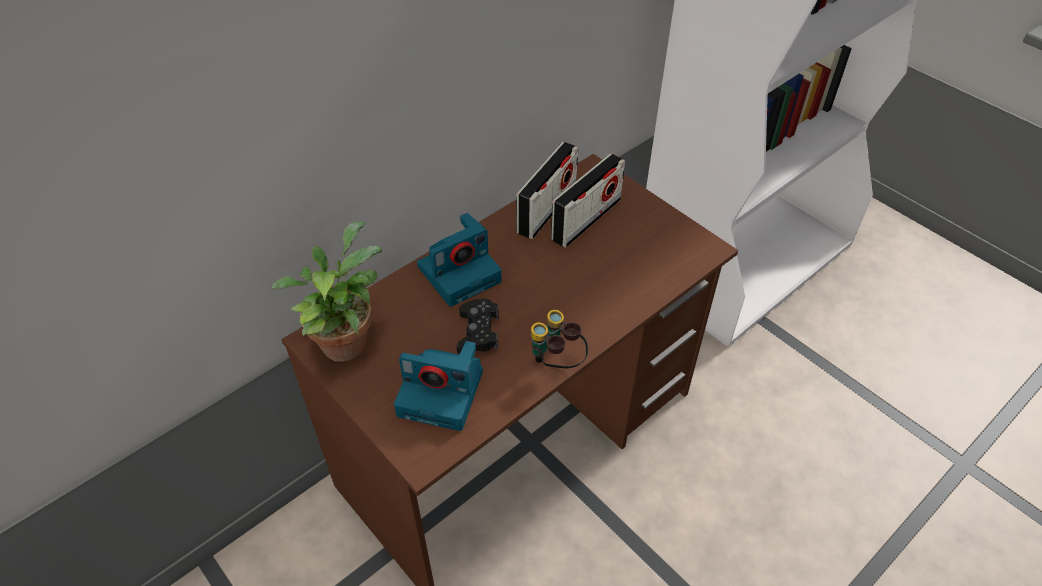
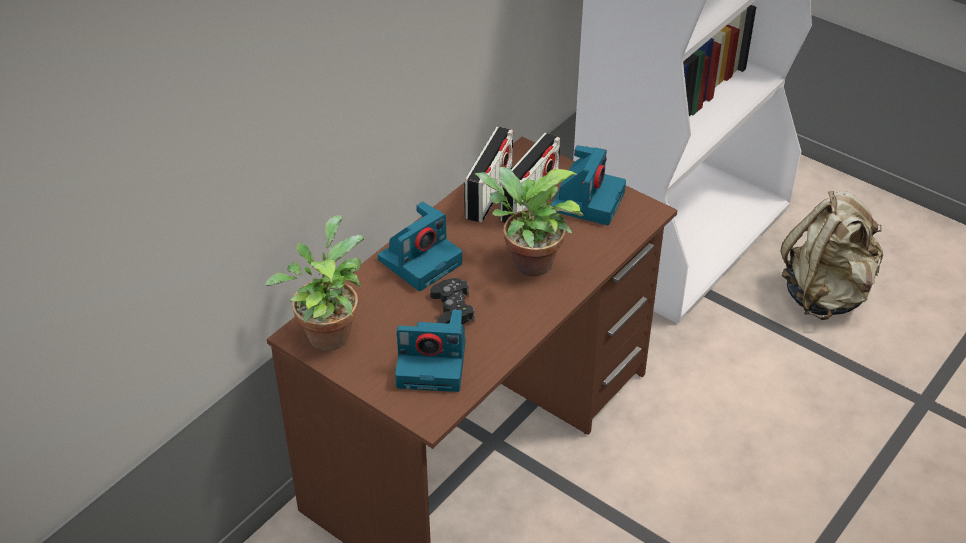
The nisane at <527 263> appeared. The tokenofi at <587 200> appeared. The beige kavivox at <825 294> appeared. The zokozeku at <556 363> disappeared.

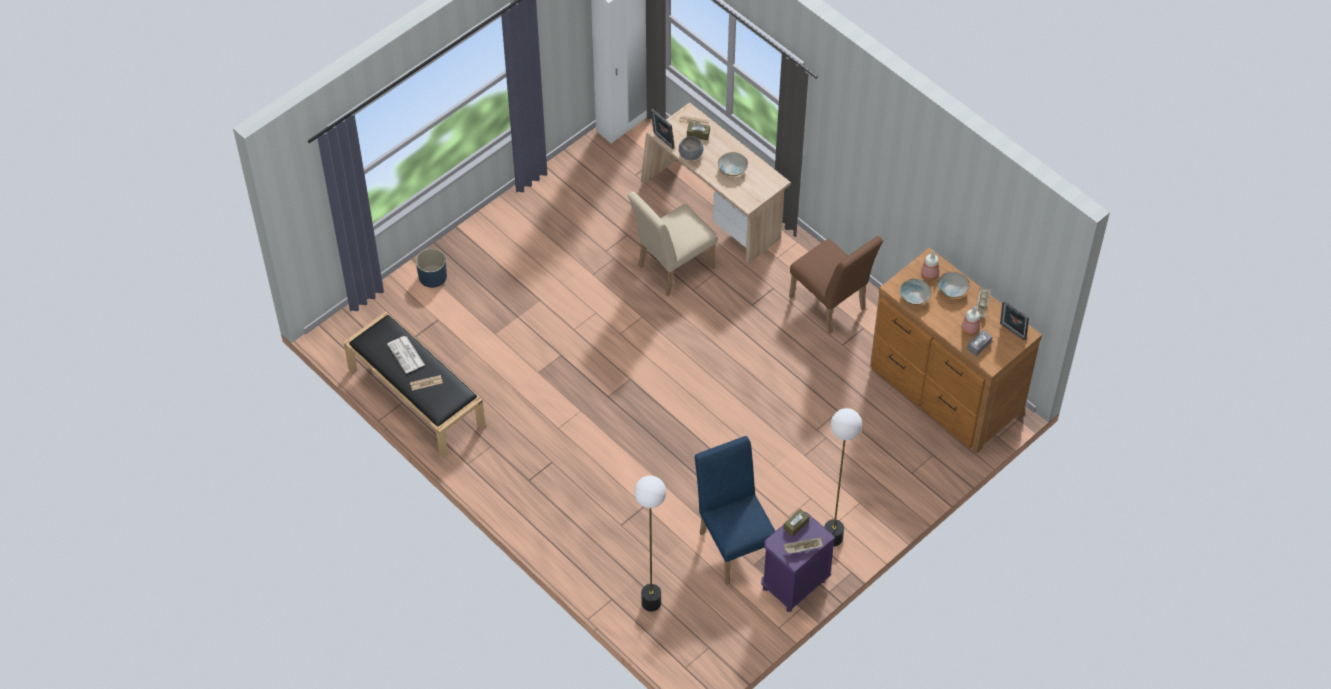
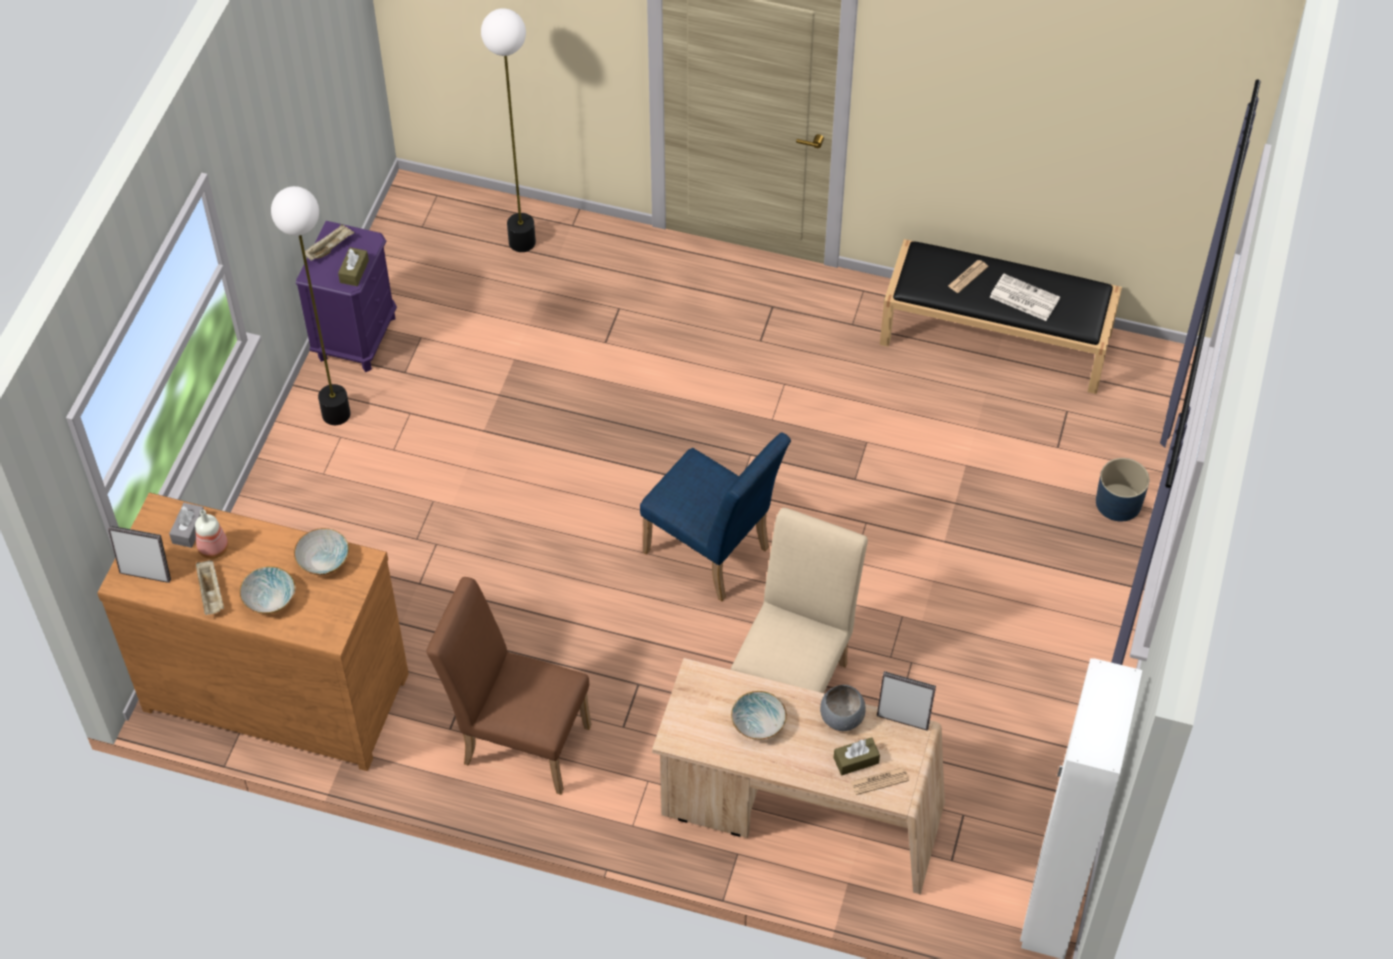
The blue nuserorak moved from <734 543> to <713 555>. The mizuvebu at <930 274> disappeared.

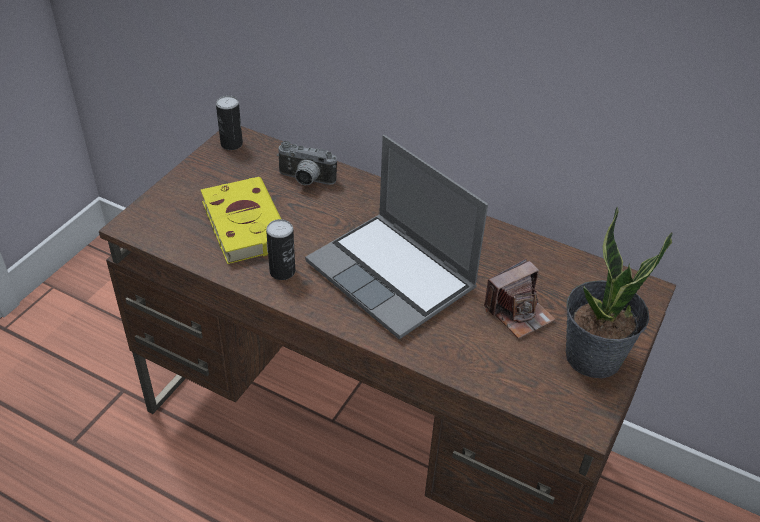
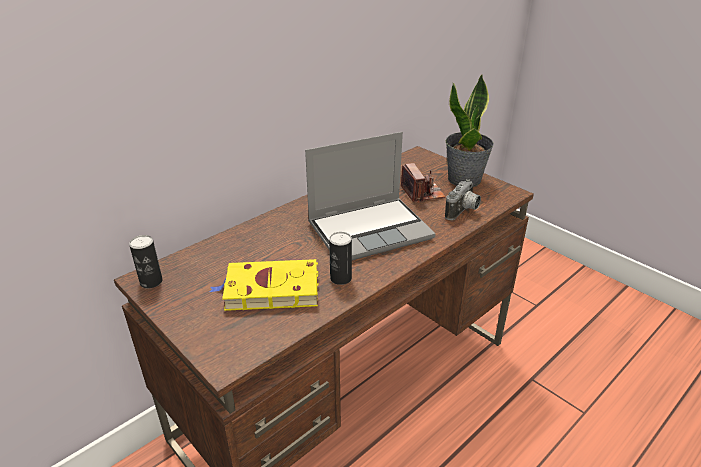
The tokenofi moved from <305 180> to <463 211>.

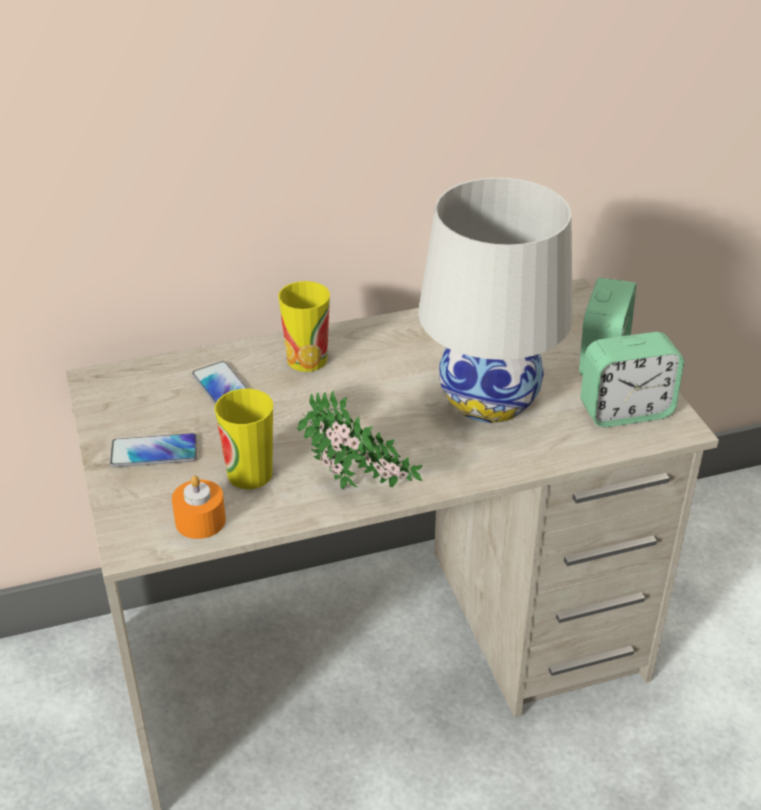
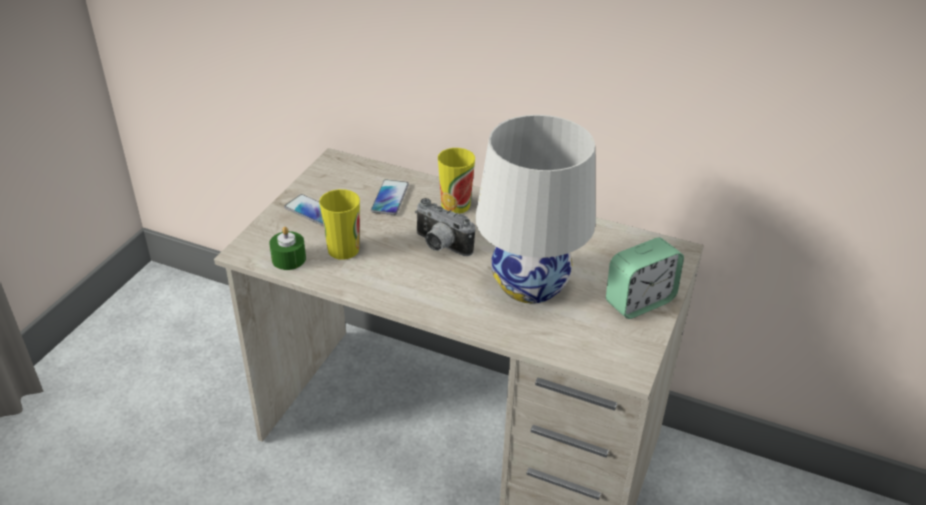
The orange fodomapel at <200 521> became the green fodomapel at <289 259>. The tokenofi at <440 246> appeared. The nisane at <358 489> disappeared. The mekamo at <625 411> disappeared.

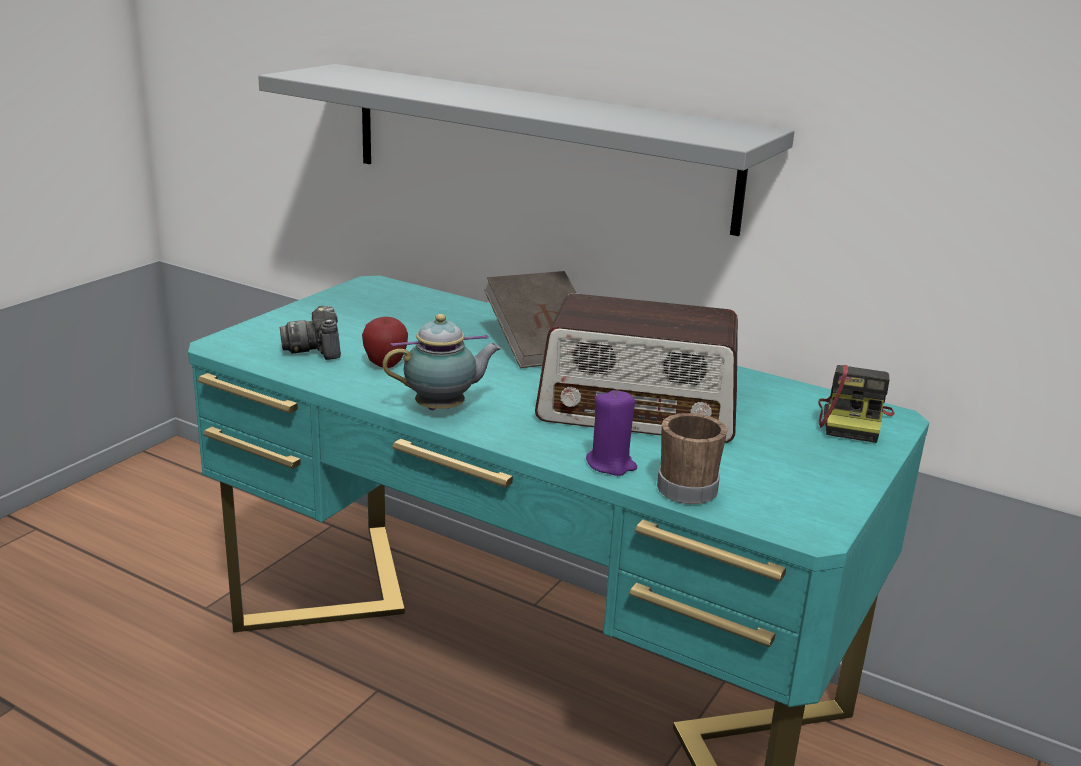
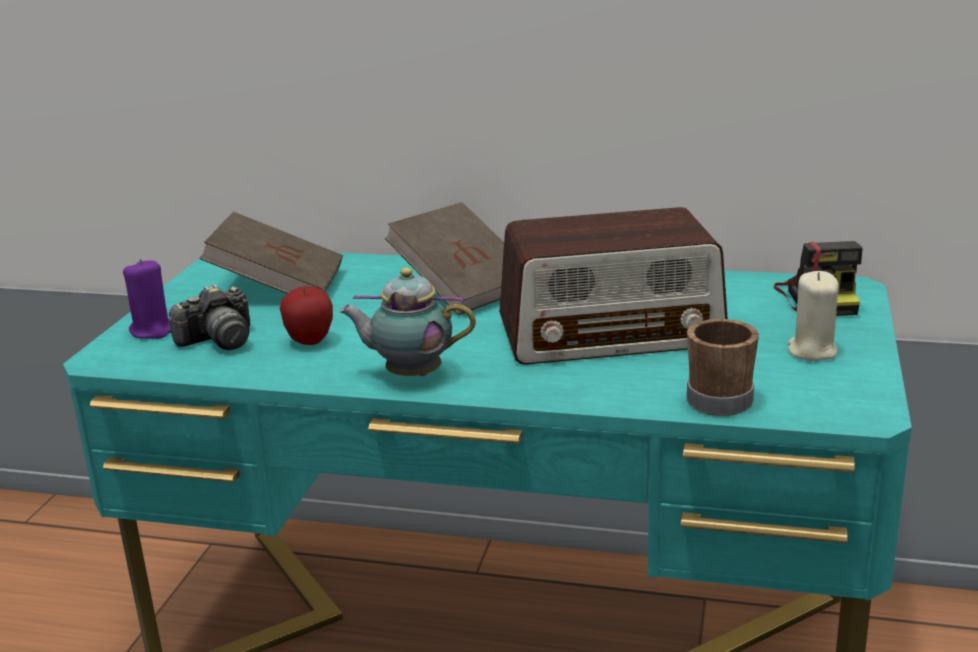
The purple fodomapel moved from <611 464> to <153 331>. The tokenofi at <316 349> turned 90 degrees counterclockwise. The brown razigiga at <278 287> appeared. The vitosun at <443 409> turned 135 degrees counterclockwise. The beige fodomapel at <811 351> appeared. The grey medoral at <537 145> disappeared.

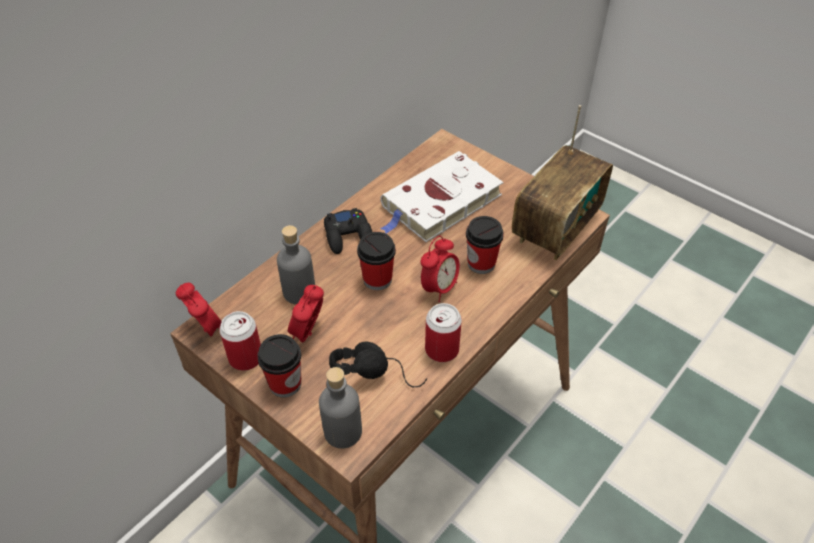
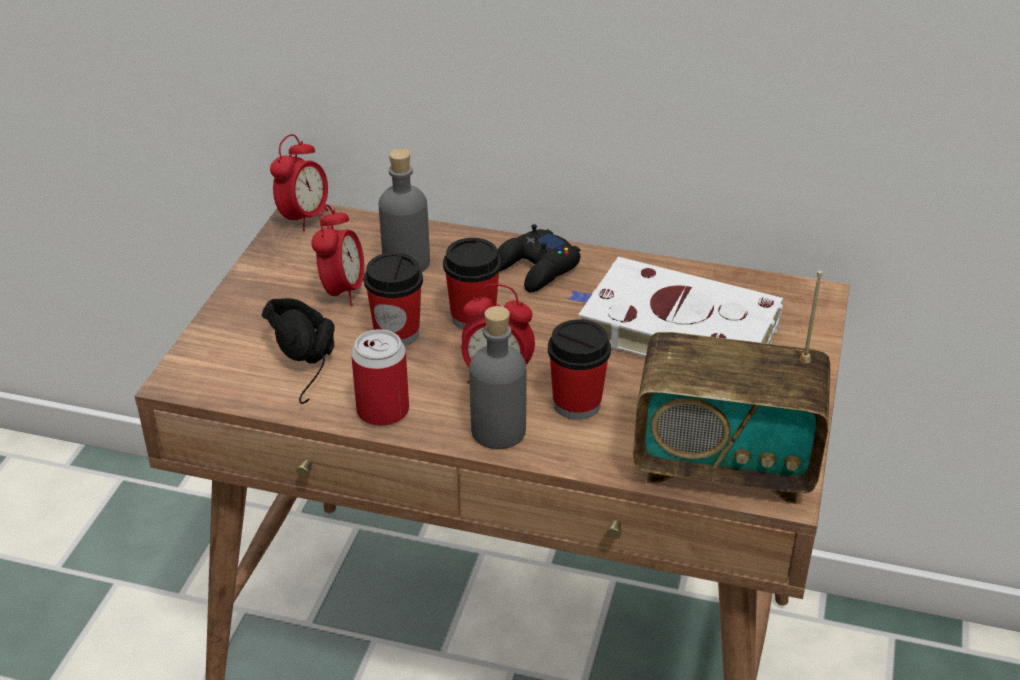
The mekamo at <308 333> turned 105 degrees clockwise. The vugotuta moved from <285 384> to <396 333>. The grey mizuvebu moved from <342 432> to <498 431>. The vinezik at <246 357> disappeared.

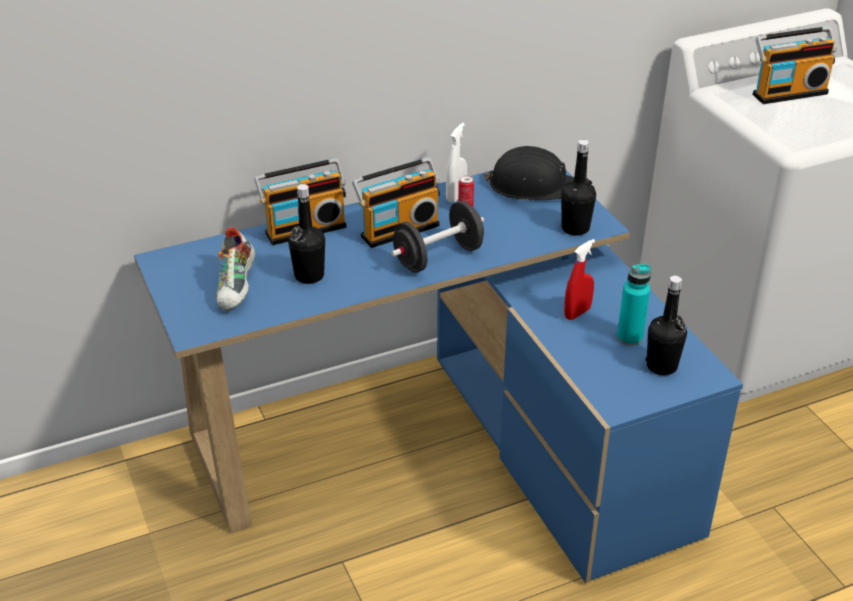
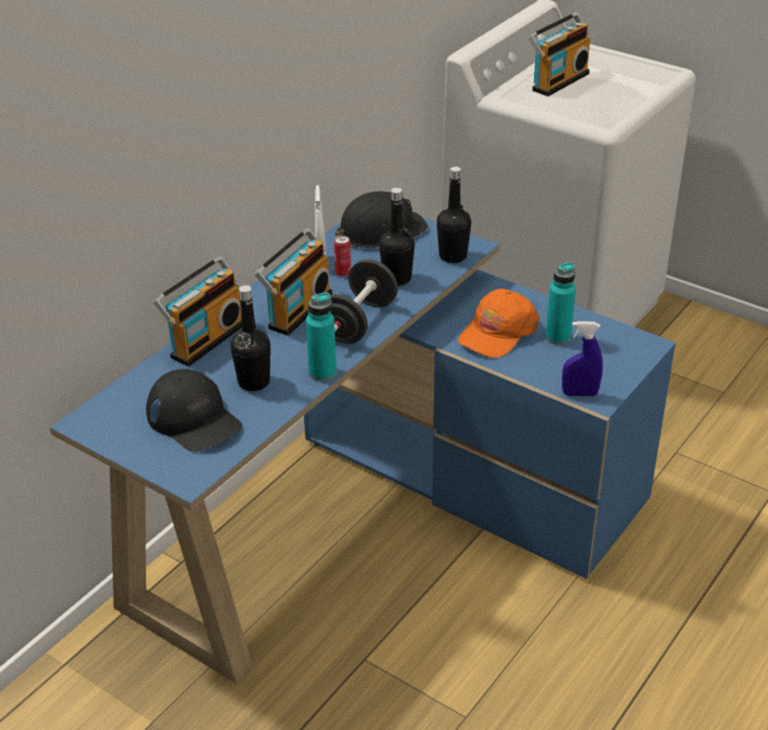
The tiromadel at <237 288> was replaced by the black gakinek at <194 419>. The turquoise mizuvebu at <322 373> appeared. The black mizuvebu moved from <661 366> to <397 278>. The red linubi at <577 313> was replaced by the orange gakinek at <497 332>. The blue linubi at <579 394> appeared.

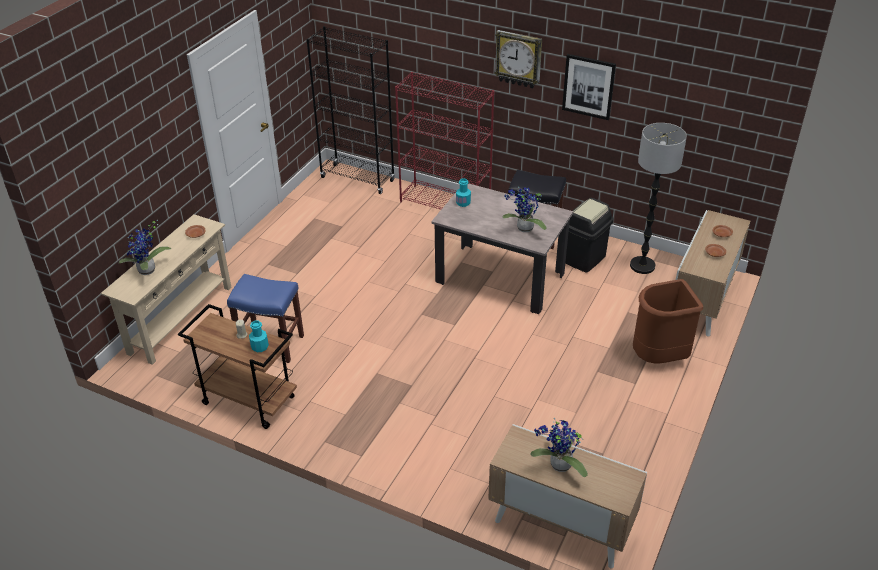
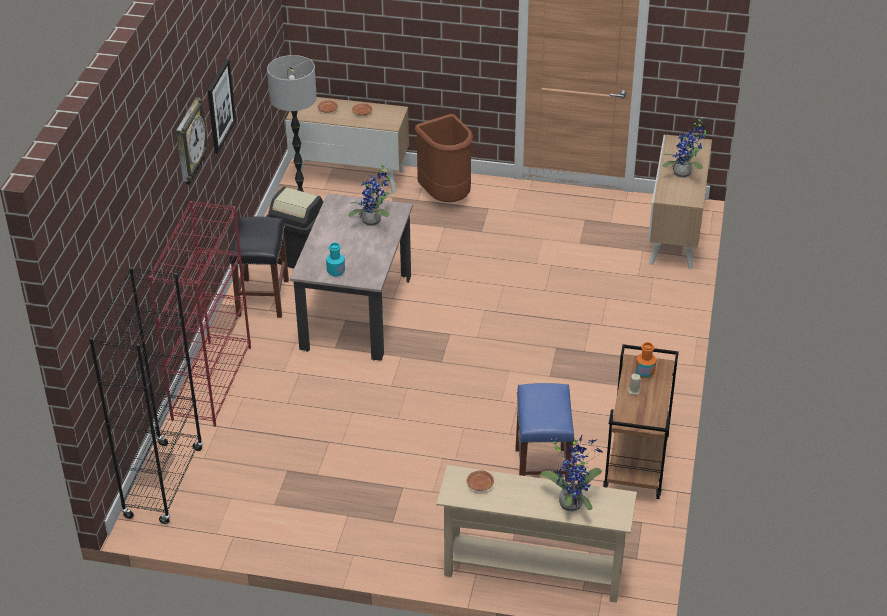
The turquoise mizuvebu at <260 347> became the orange mizuvebu at <645 372>.

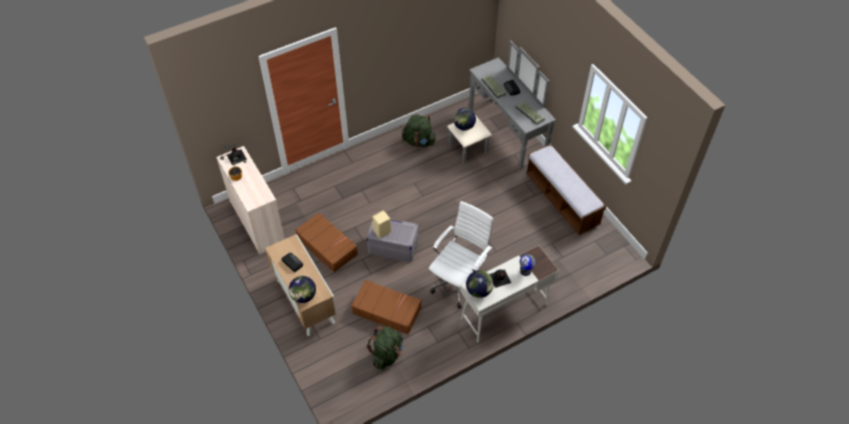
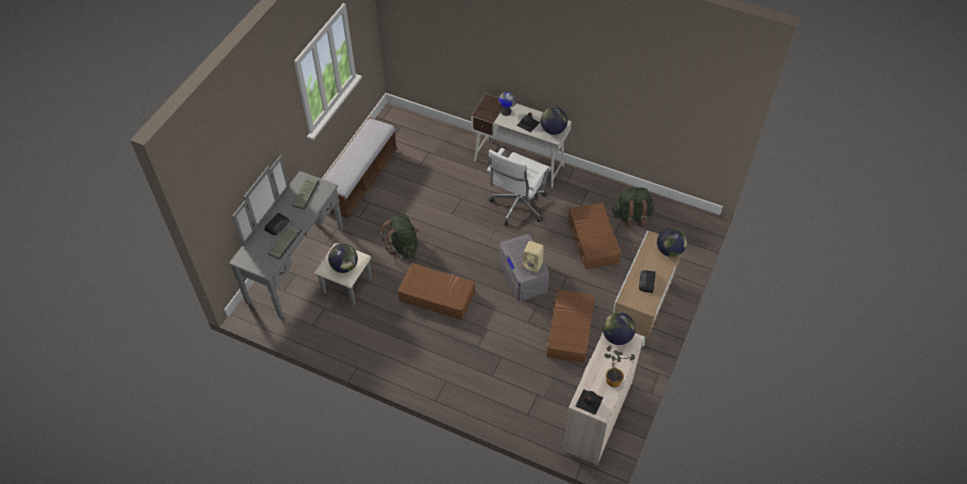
The green kavivox moved from <419 141> to <403 246>. The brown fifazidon at <437 295> appeared. The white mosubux at <459 282> turned 60 degrees counterclockwise. The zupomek at <617 336> appeared.

